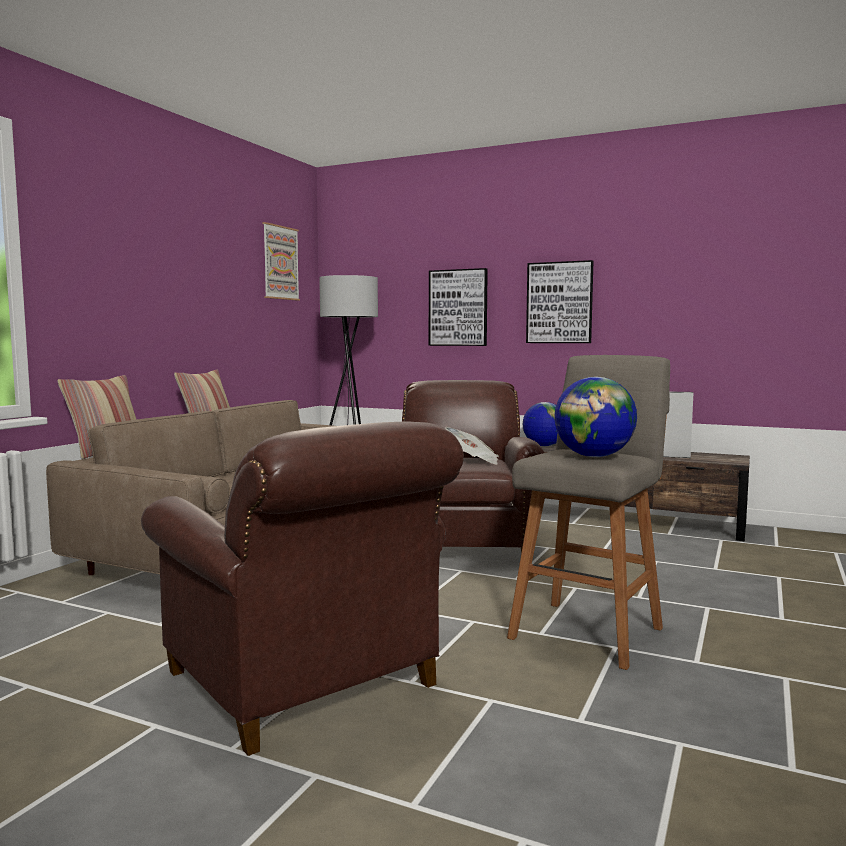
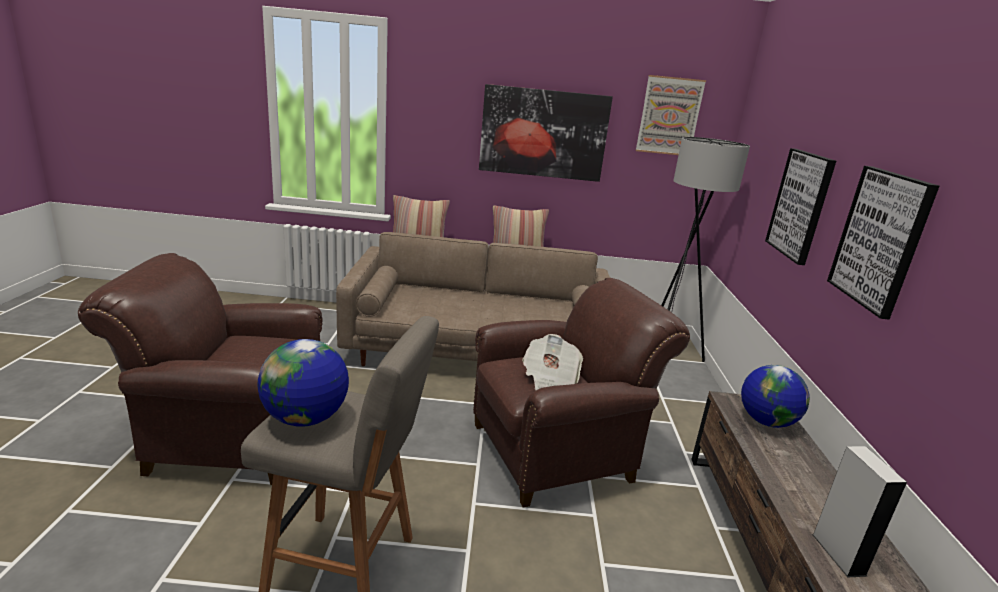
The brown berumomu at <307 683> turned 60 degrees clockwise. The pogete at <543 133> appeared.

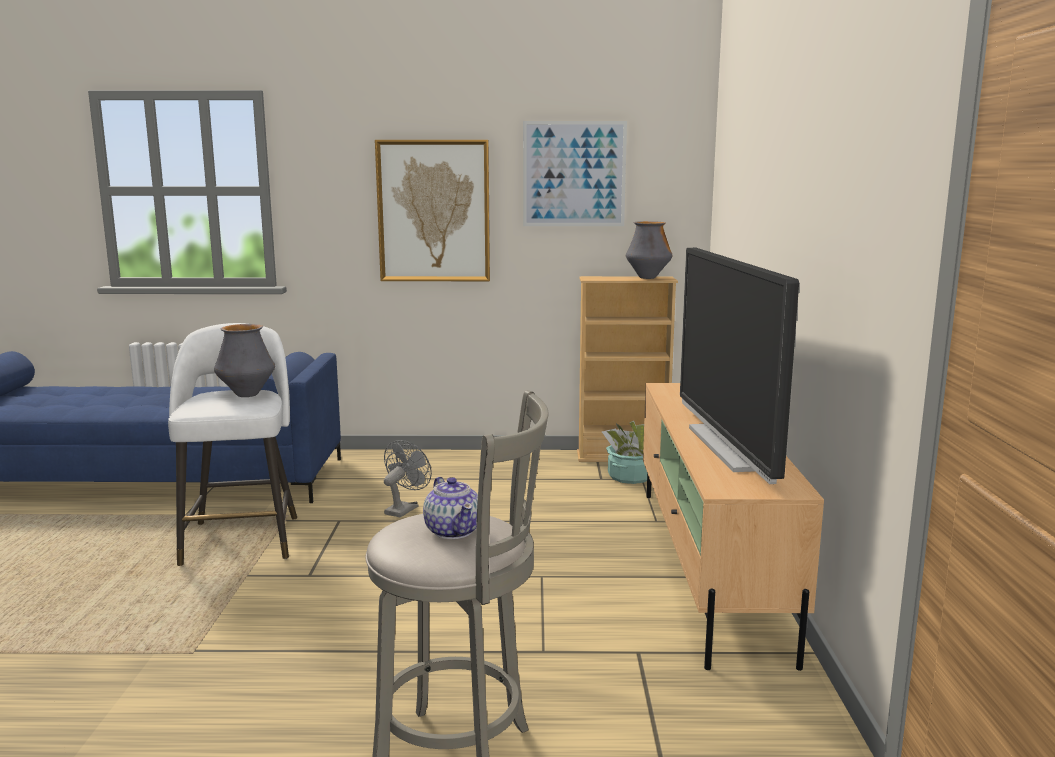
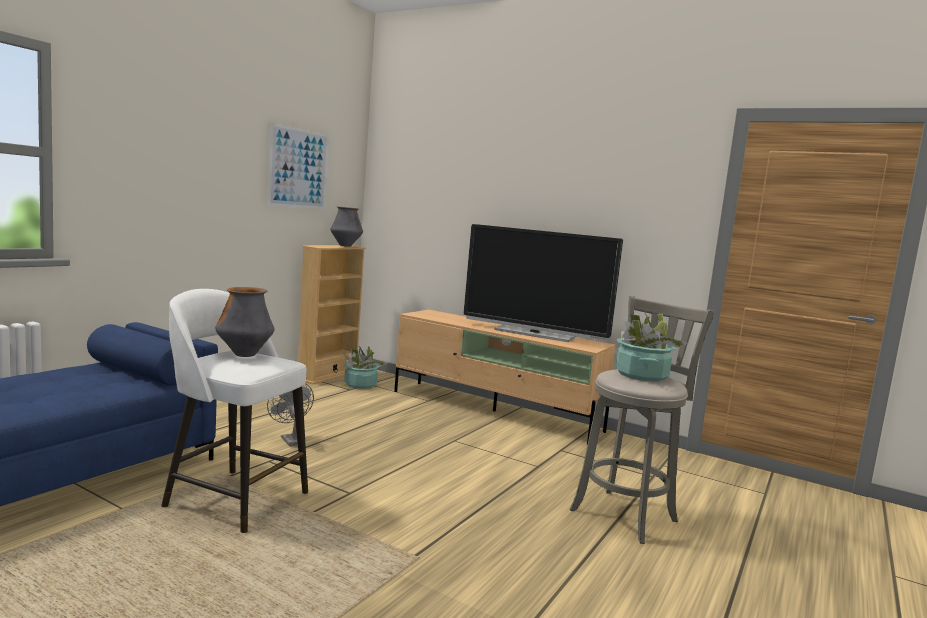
The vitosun at <453 531> was replaced by the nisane at <641 375>. The pogete at <434 211> disappeared.

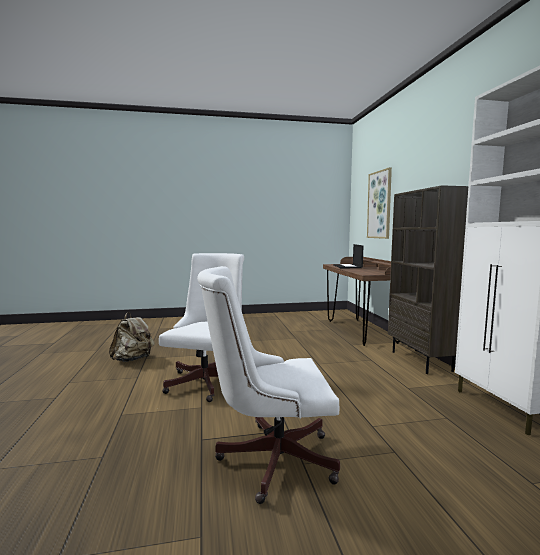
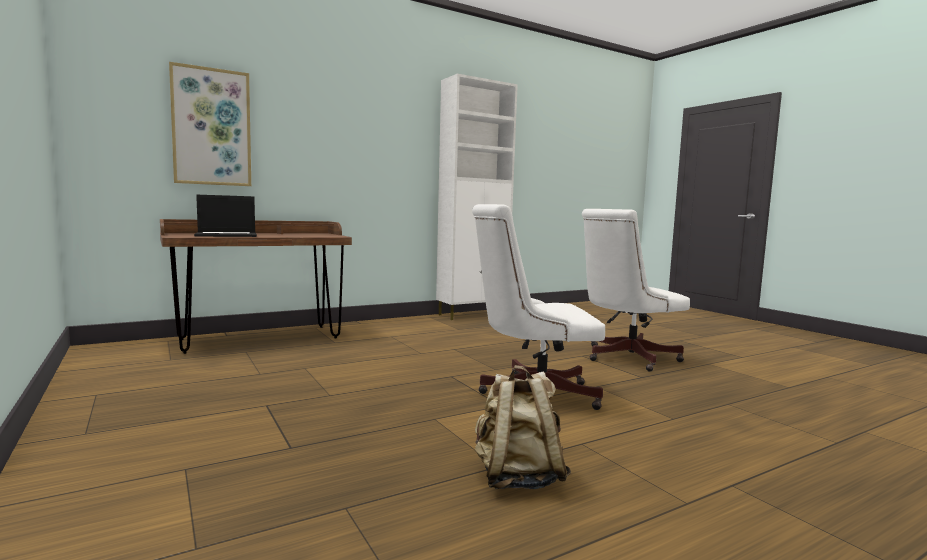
The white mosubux at <269 458> turned 90 degrees clockwise. The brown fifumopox at <422 361> disappeared.

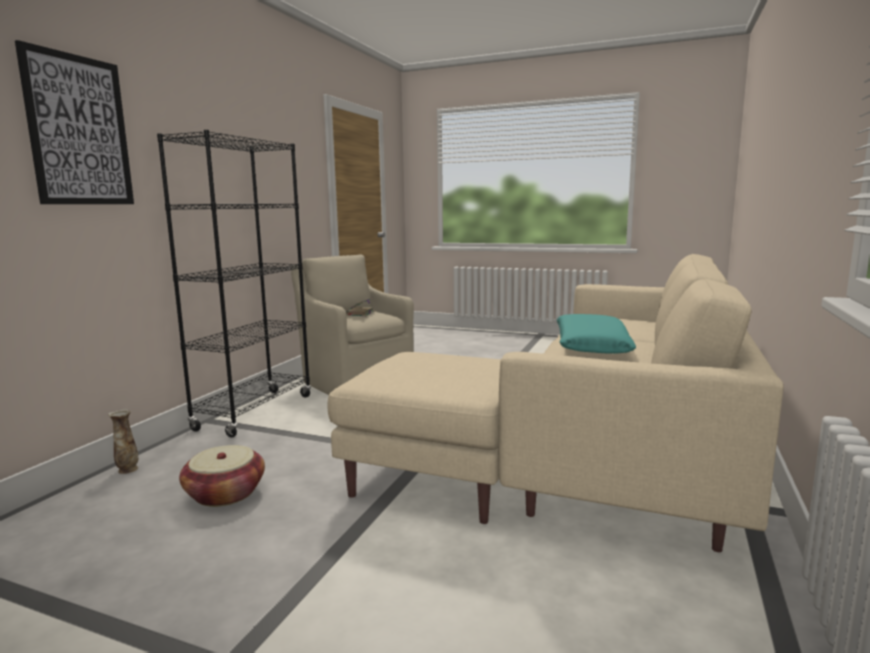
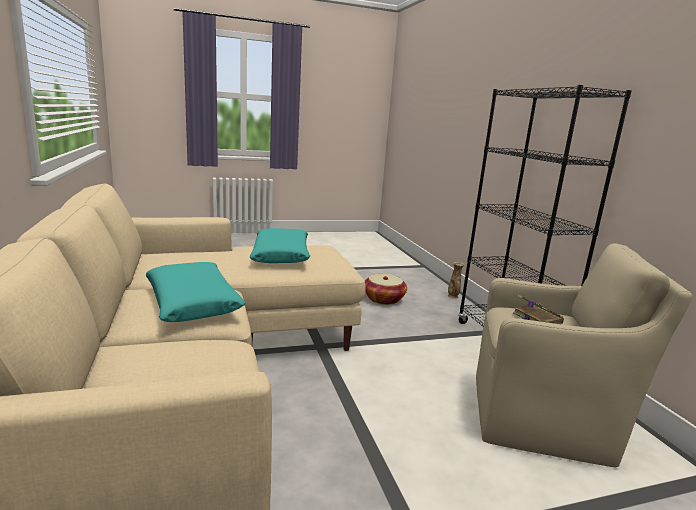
The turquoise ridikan at <281 255> appeared. The pogete at <79 131> disappeared.

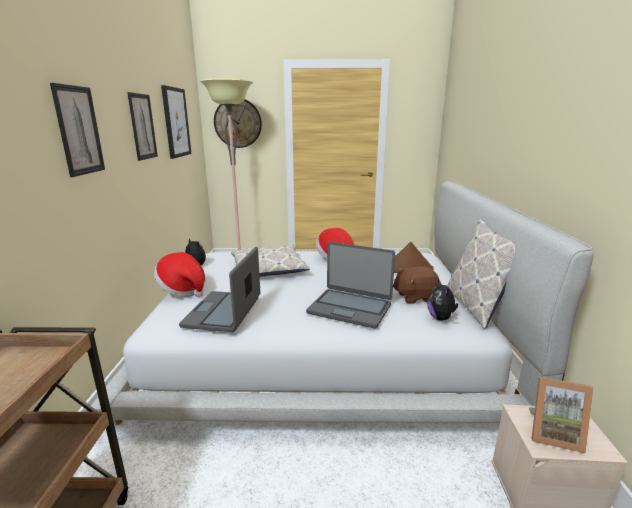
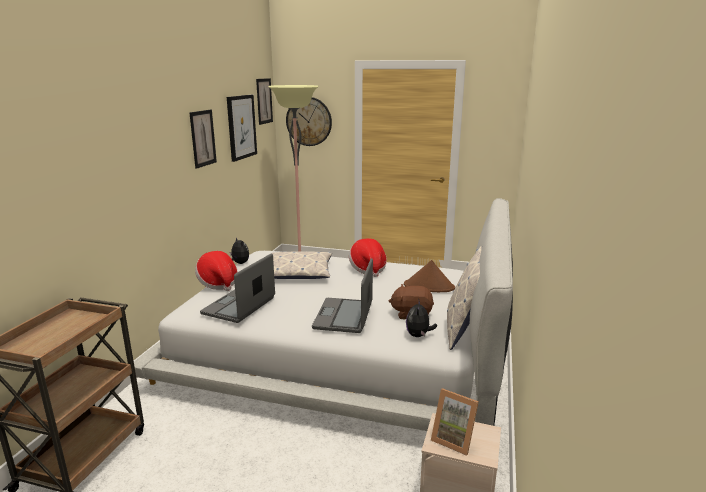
The pogete moved from <79 130> to <264 101>. The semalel at <350 308> turned 60 degrees clockwise.

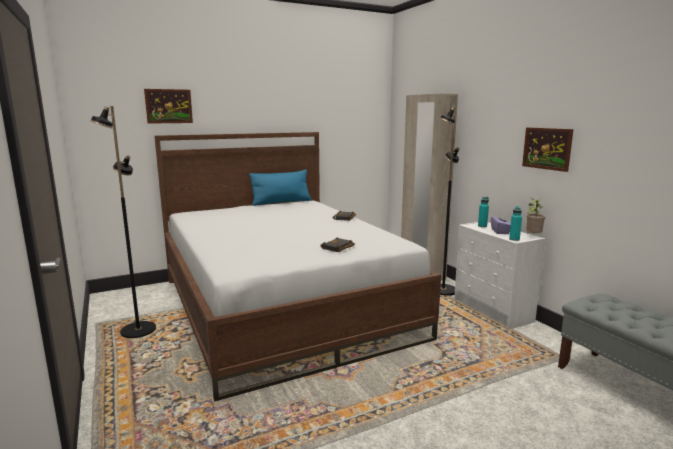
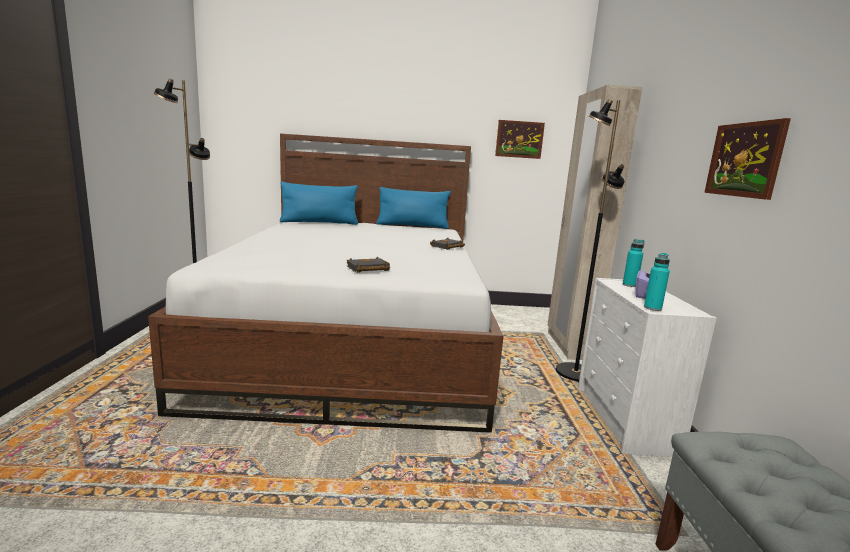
The blue ridikan at <319 222> appeared. The pogete moved from <168 106> to <519 139>. The nisane at <533 237> disappeared.

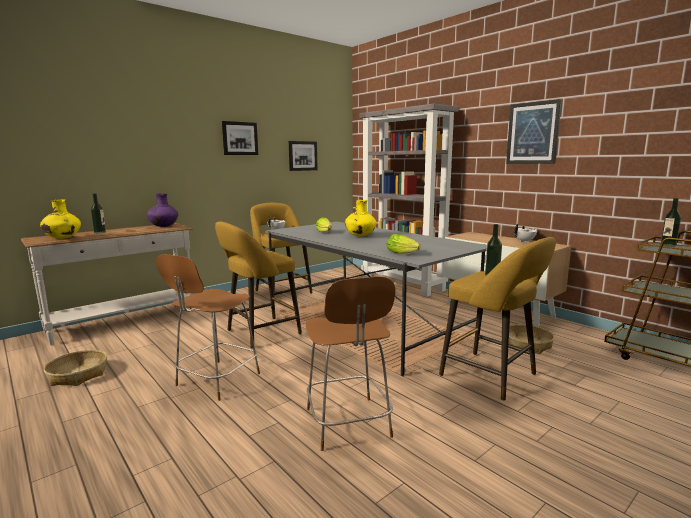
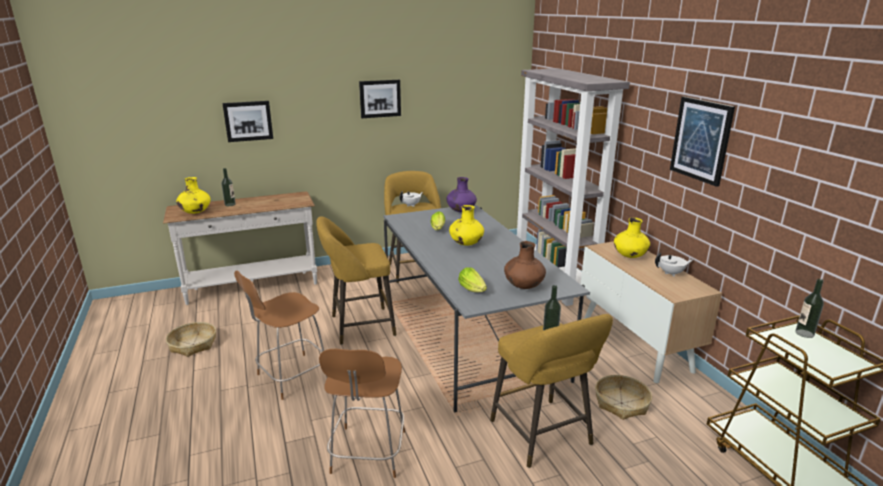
The pogete moved from <302 156> to <248 121>. The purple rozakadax moved from <163 226> to <461 211>. The brown rozakadax at <523 286> appeared. The yellow rozakadax at <629 256> appeared.

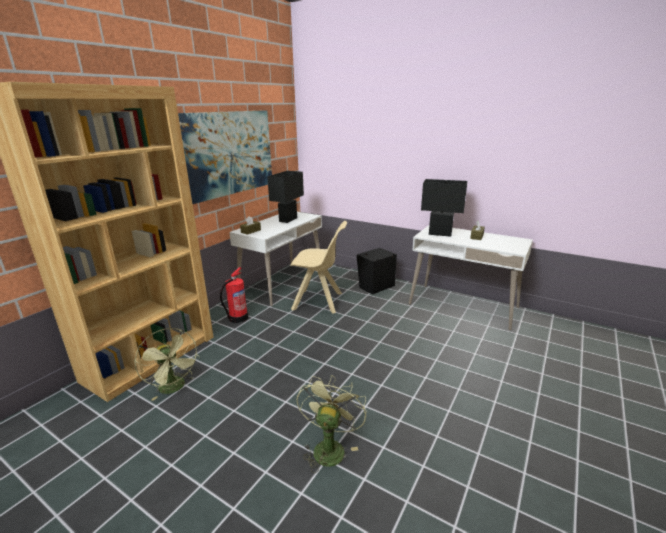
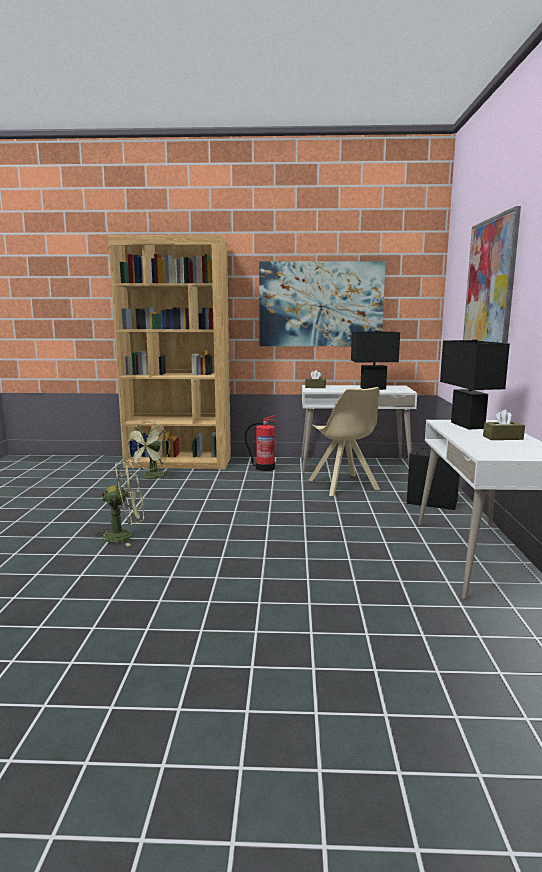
The pogete at <489 296> appeared.

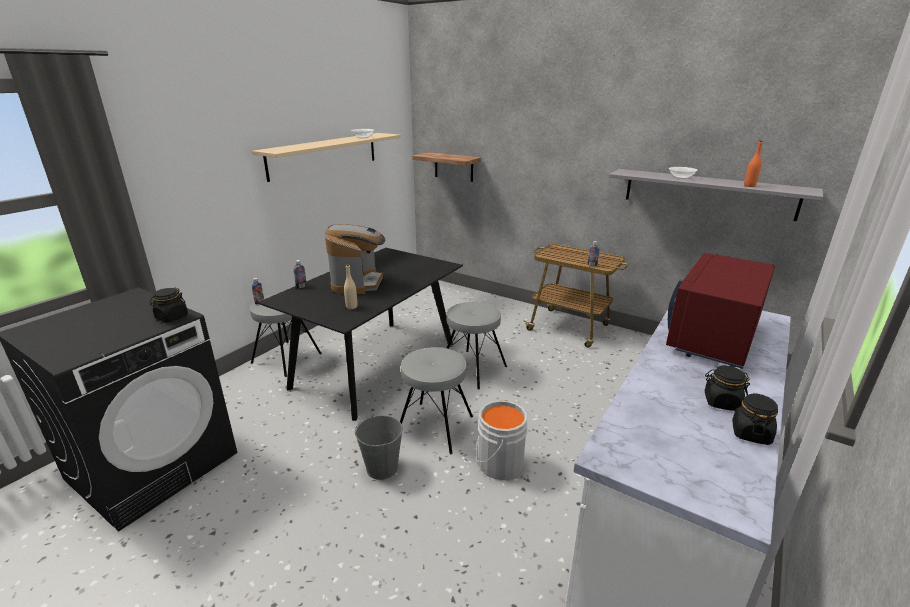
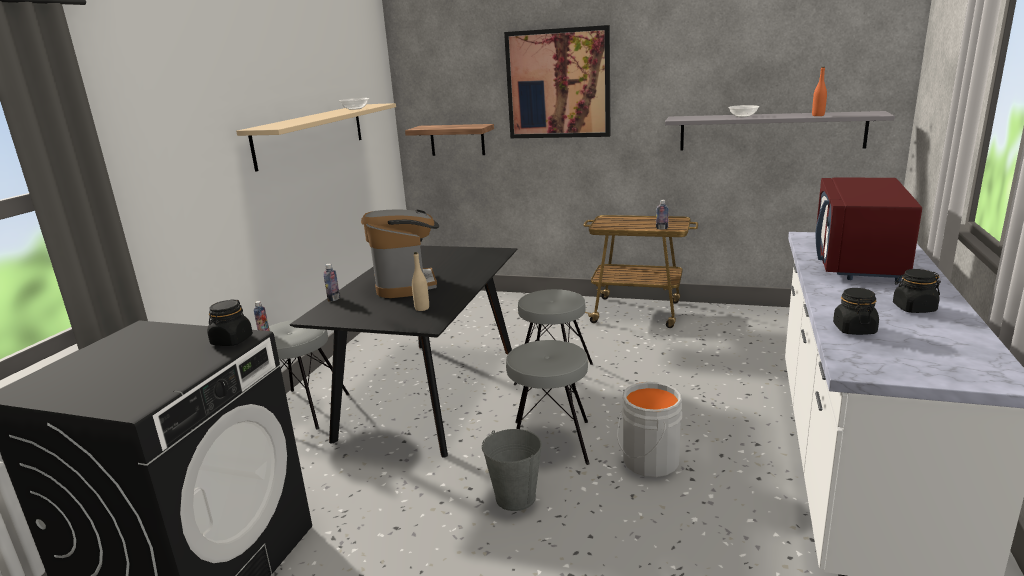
The pogete at <558 84> appeared. The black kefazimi moved from <750 433> to <854 329>.

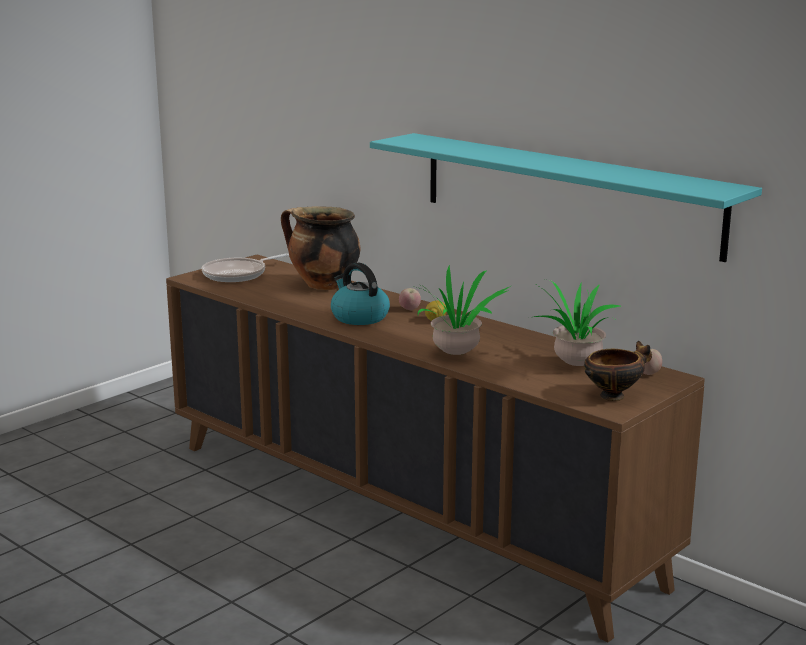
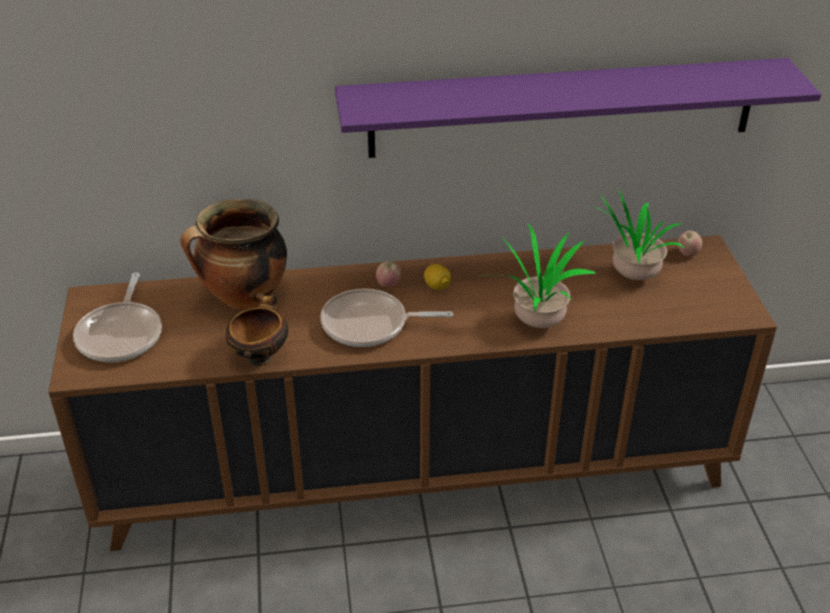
The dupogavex moved from <614 395> to <260 356>. The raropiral at <359 317> was replaced by the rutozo at <370 325>. The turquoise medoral at <566 193> became the purple medoral at <563 108>.

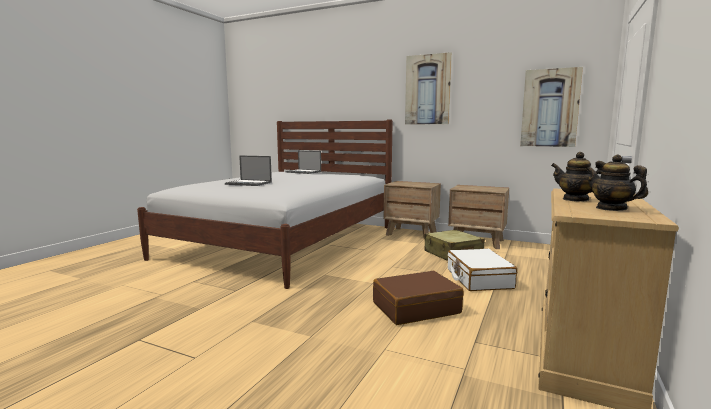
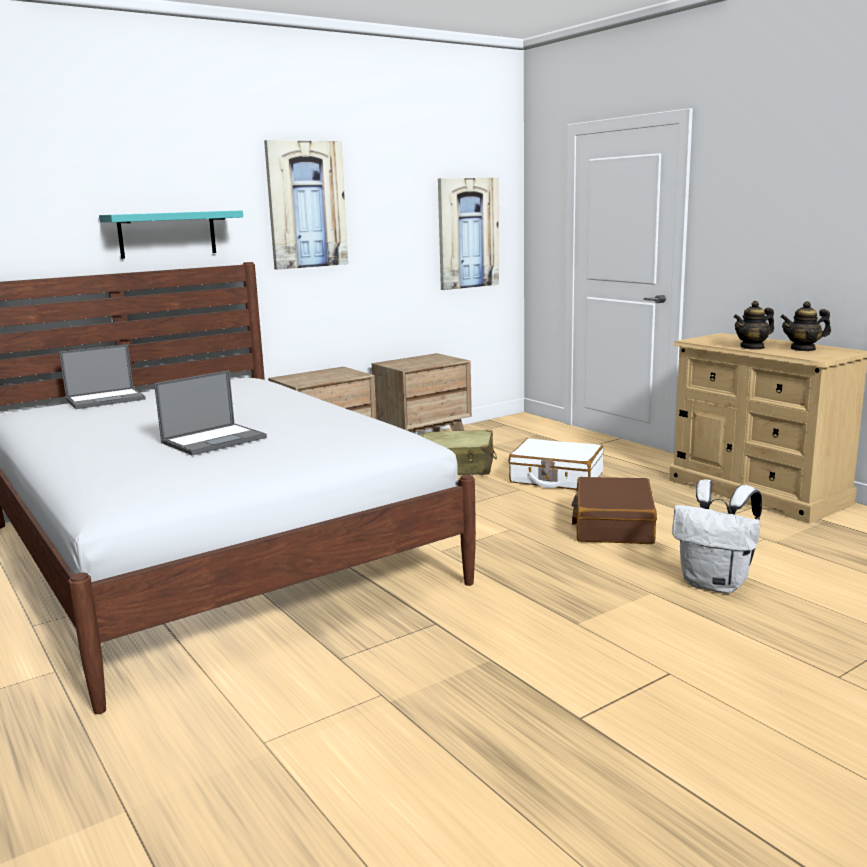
The turquoise medoral at <167 234> appeared. The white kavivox at <716 584> appeared.

